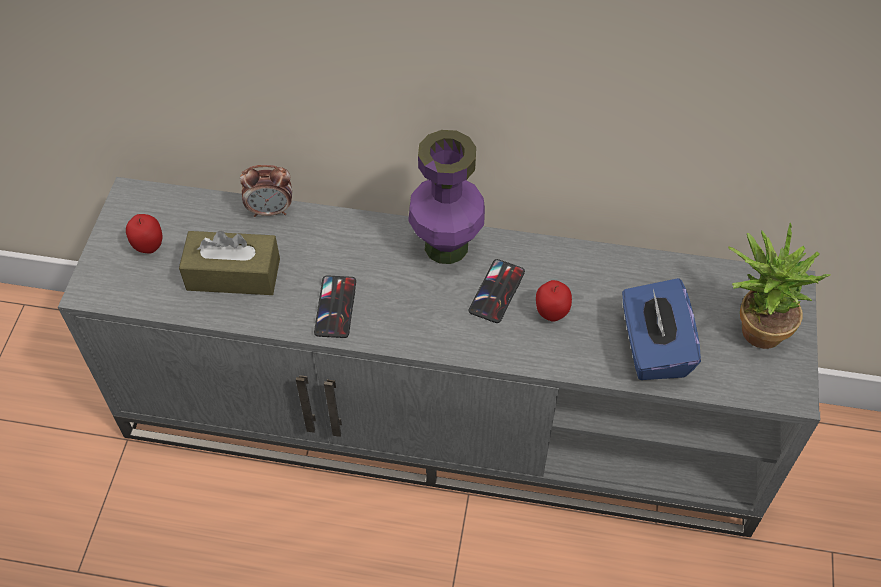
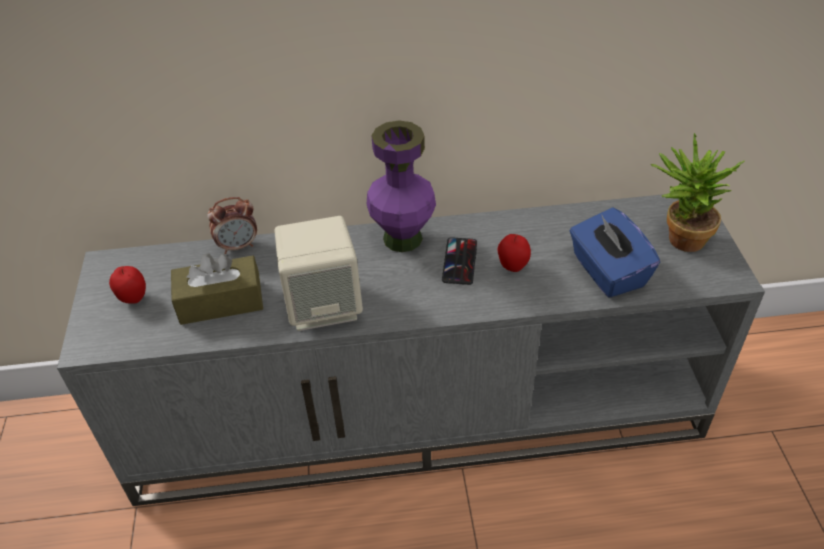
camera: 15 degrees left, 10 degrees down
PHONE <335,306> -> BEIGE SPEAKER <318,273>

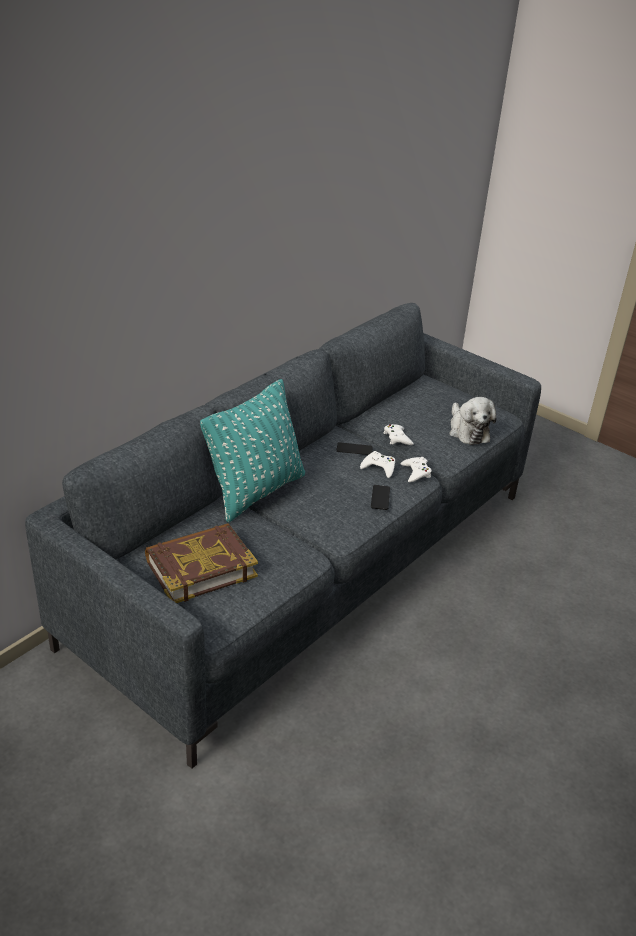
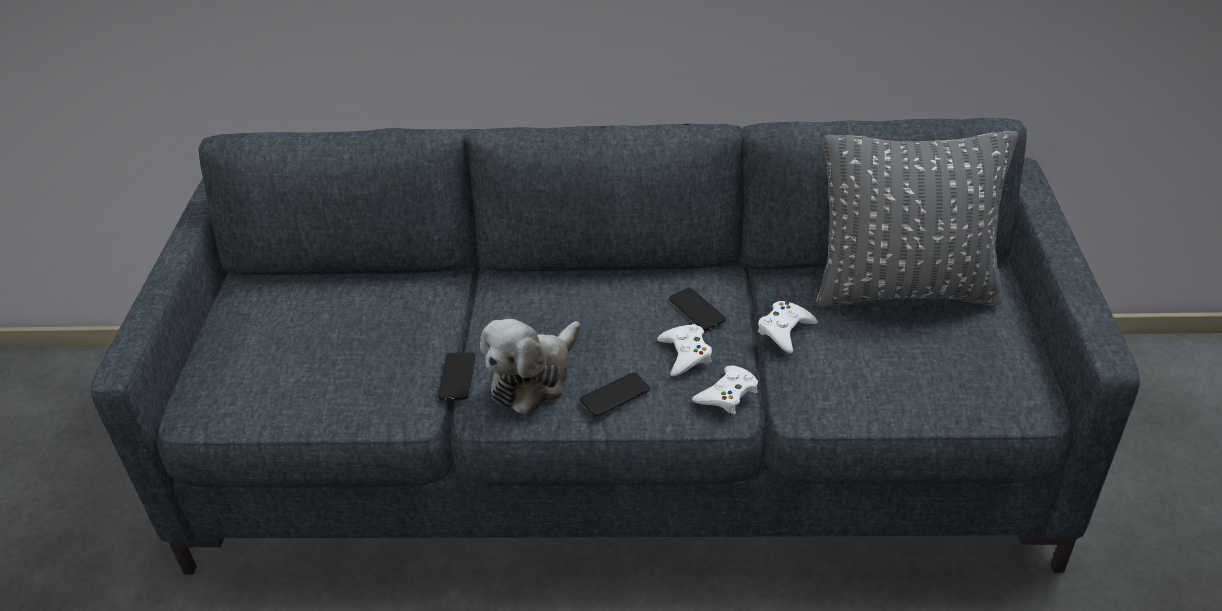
camera: 55 degrees right, 5 degrees up
none -> PHONE <456,376>
PLUSH TOY <472,421> -> PLUSH TOY <530,367>, shifted
none -> GREY PILLOW <916,219>
BOOK <201,563> -> none
TURQUOISE PILLOW <252,450> -> none

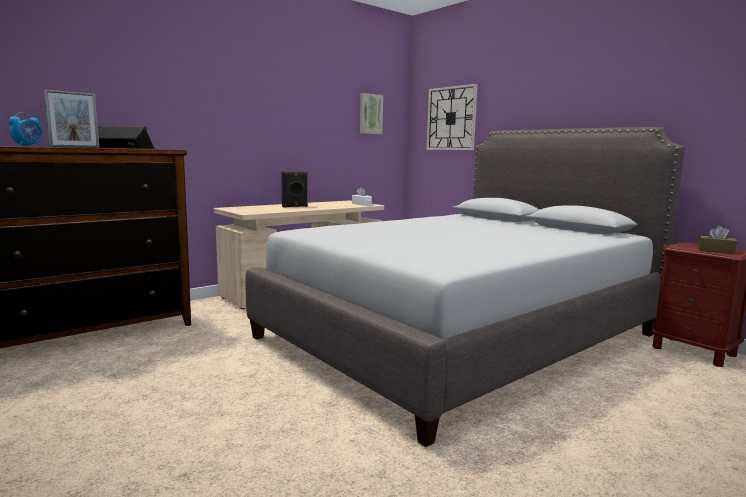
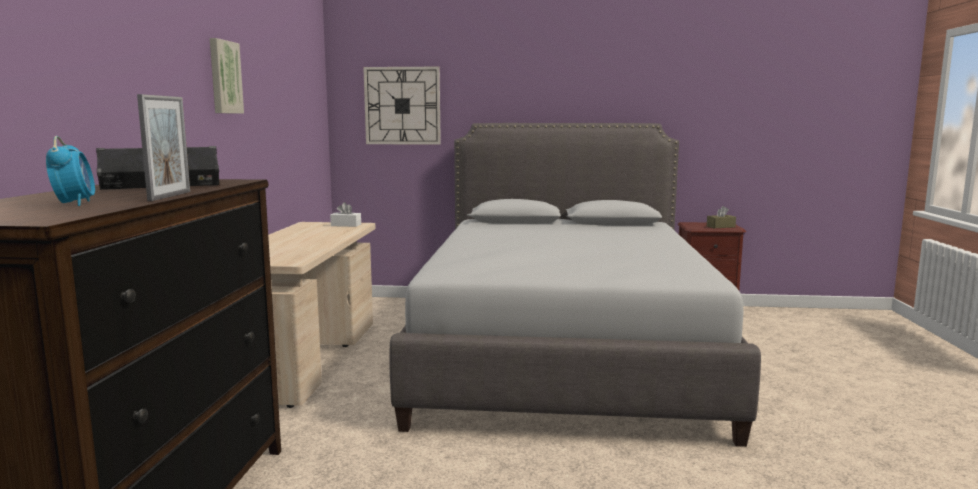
camera: 45 degrees left, 0 degrees up
PICTURE <371,113> -> PICTURE <227,76>, shifted
BLACK SPEAKER <294,189> -> none

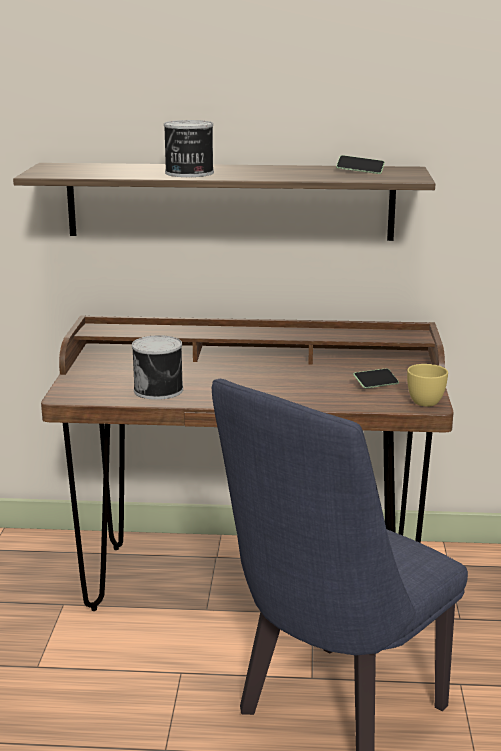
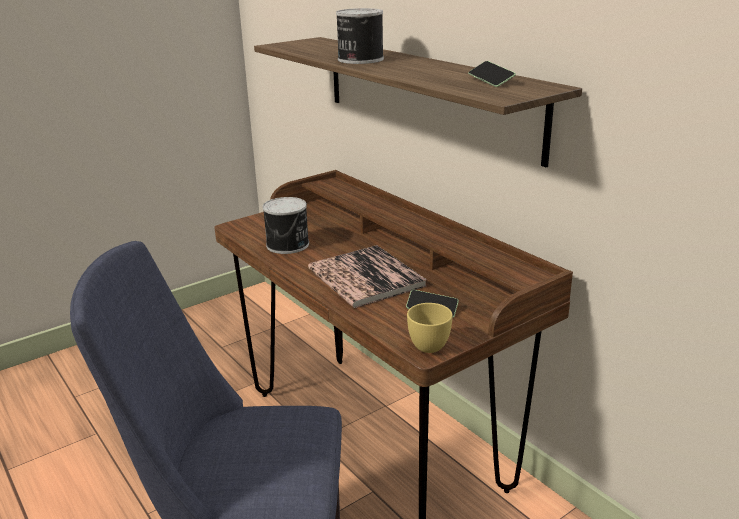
camera: 50 degrees right, 5 degrees up
none -> BOOK <367,276>

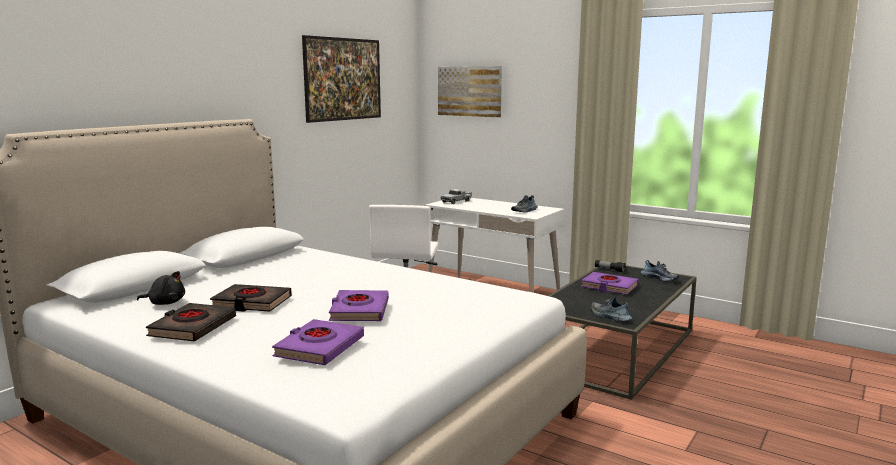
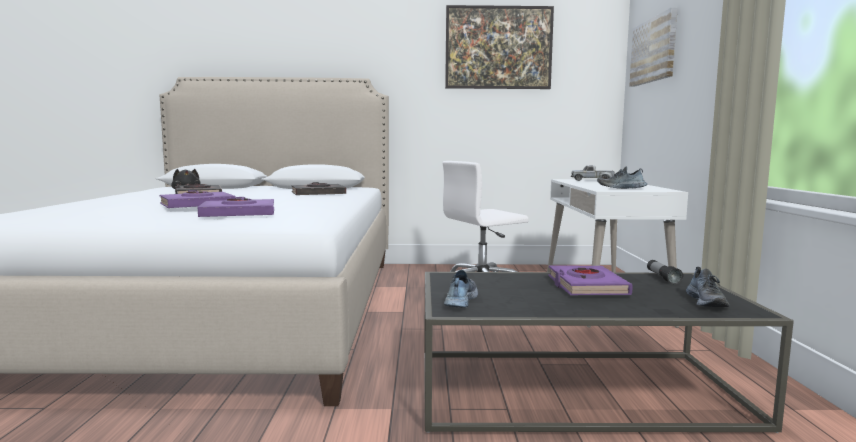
camera: 55 degrees right, 5 degrees down
PURPLE BOOK <318,342> -> PURPLE BOOK <235,207>, shifted
BLACK BOOK <191,322> -> BLACK BOOK <318,188>, shifted

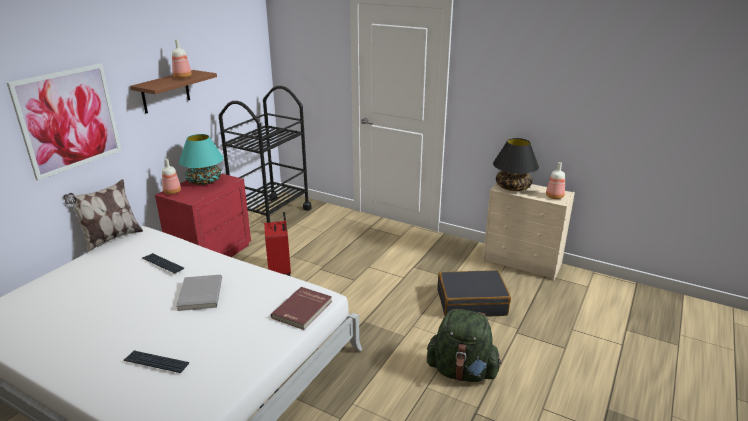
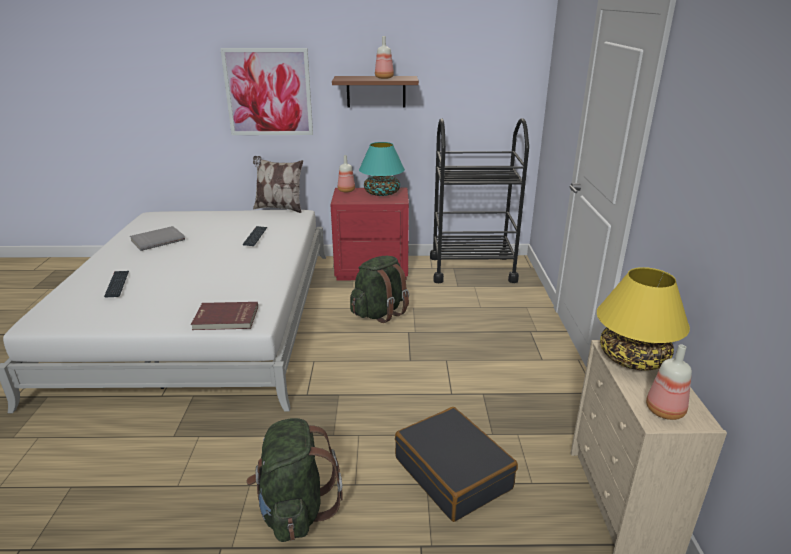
camera: 60 degrees right, 0 degrees up
GREY BOOK <199,293> -> GREY BOOK <157,238>, shifted
RED SUITCASE <277,244> -> GREEN BACKPACK <379,289>
BLACK TABLE LAMP <516,164> -> YELLOW TABLE LAMP <643,318>

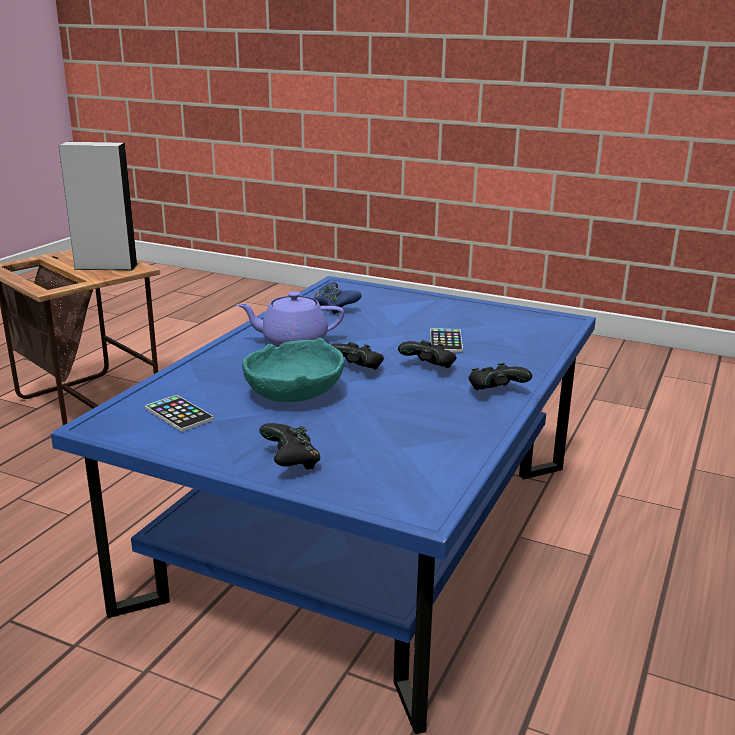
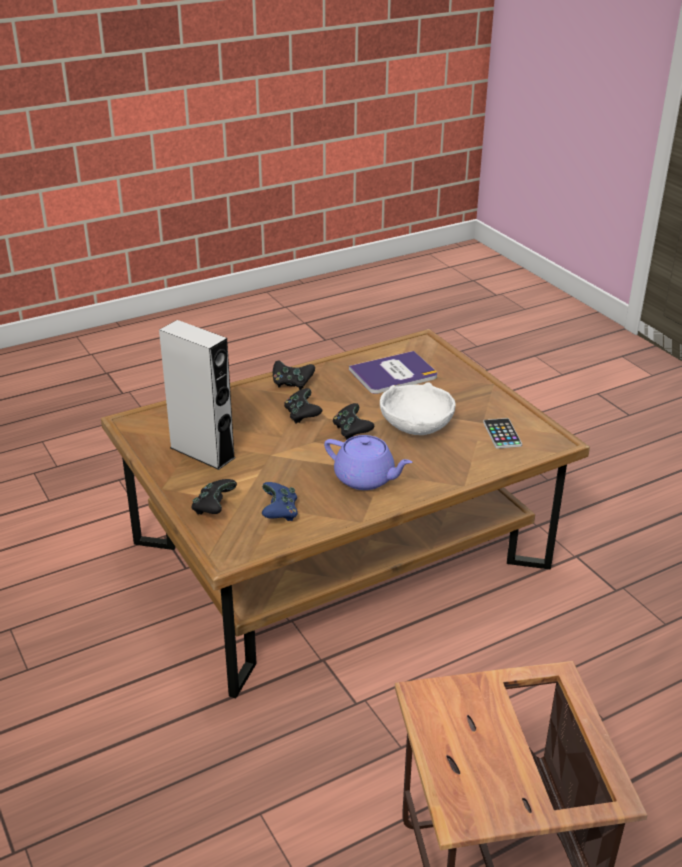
camera: 145 degrees left, 10 degrees up
BLUE COFFEE TABLE <323,505> -> BROWN COFFEE TABLE <345,514>
GREY SPEAKER <98,206> -> GREY SPEAKER <197,395>, shifted
BLACK GAME CONTROLLER <289,446> -> BLACK GAME CONTROLLER <214,497>, shifted
none -> BOOK <393,372>
TURQUOISE BOWL <293,370> -> WHITE BOWL <418,408>
PHONE <446,340> -> none

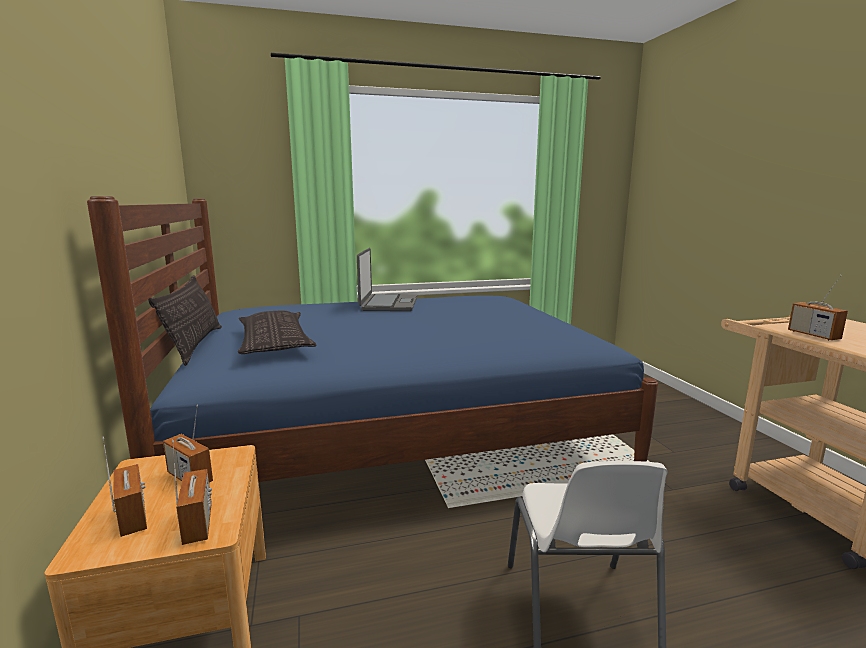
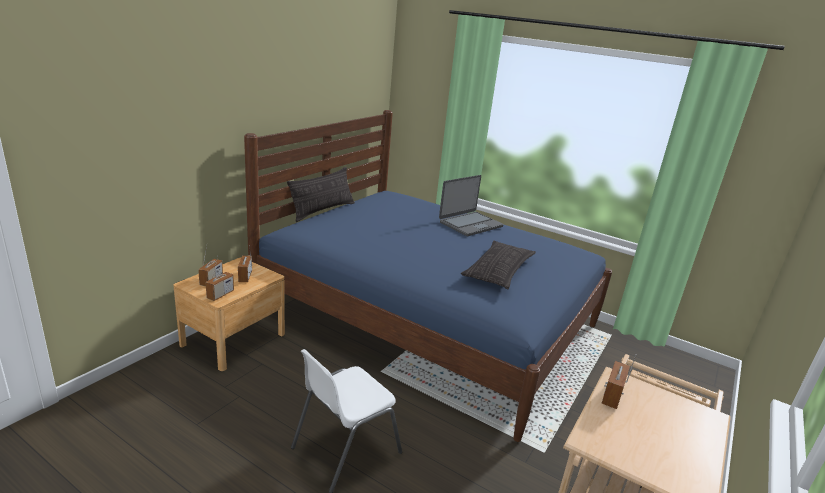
camera: 45 degrees right, 10 degrees up
PILLOW <277,332> -> PILLOW <498,265>, shifted

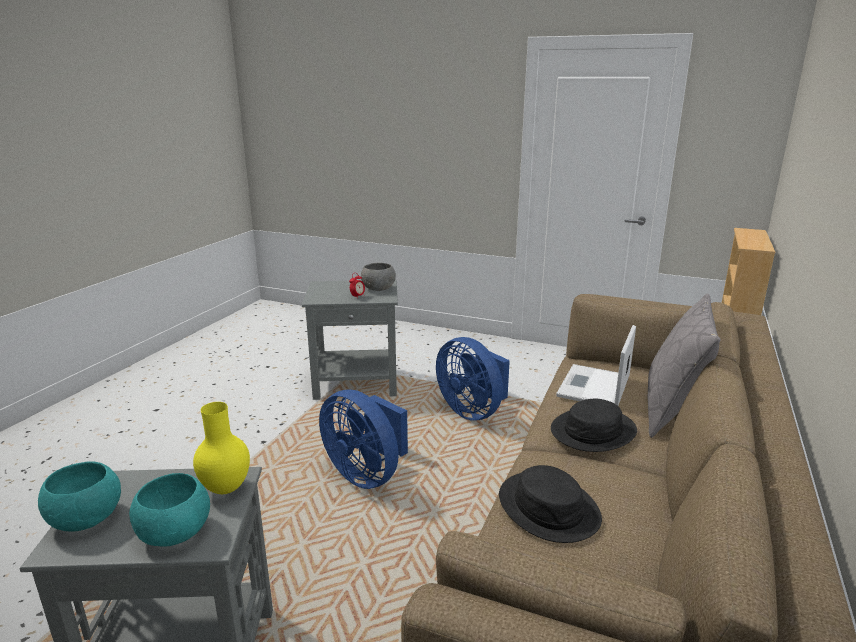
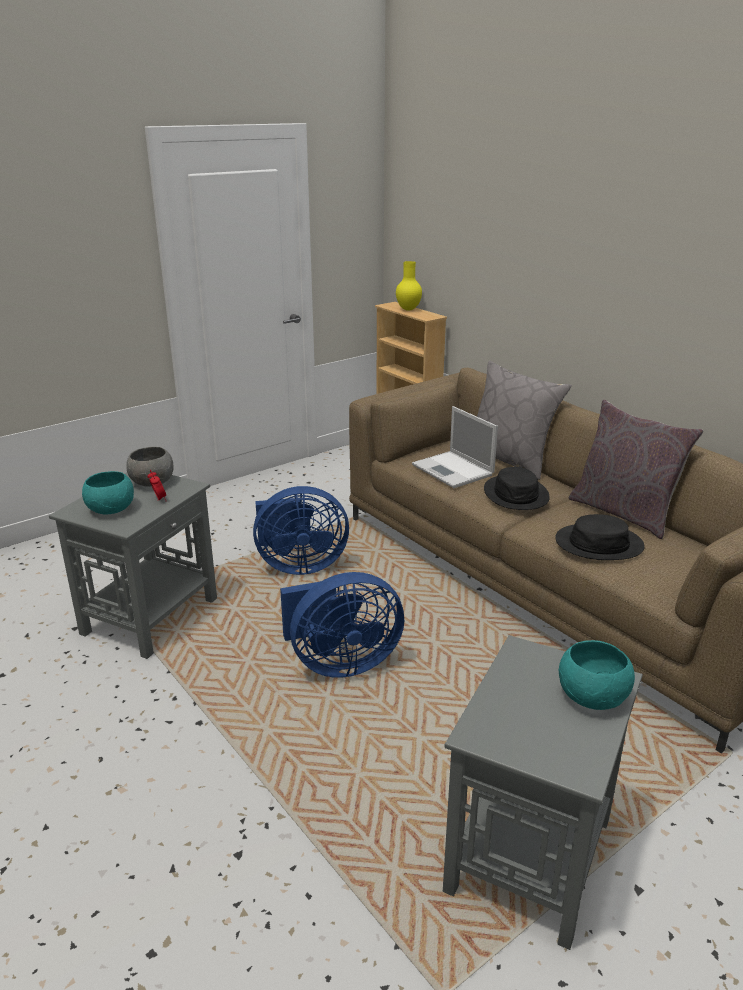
camera: 60 degrees left, 5 degrees up
TURQUOISE BOWL <79,496> -> TURQUOISE BOWL <108,493>, shifted
YELLOW VASE <221,448> -> YELLOW VASE <409,286>, shifted
none -> GREY PILLOW <636,469>

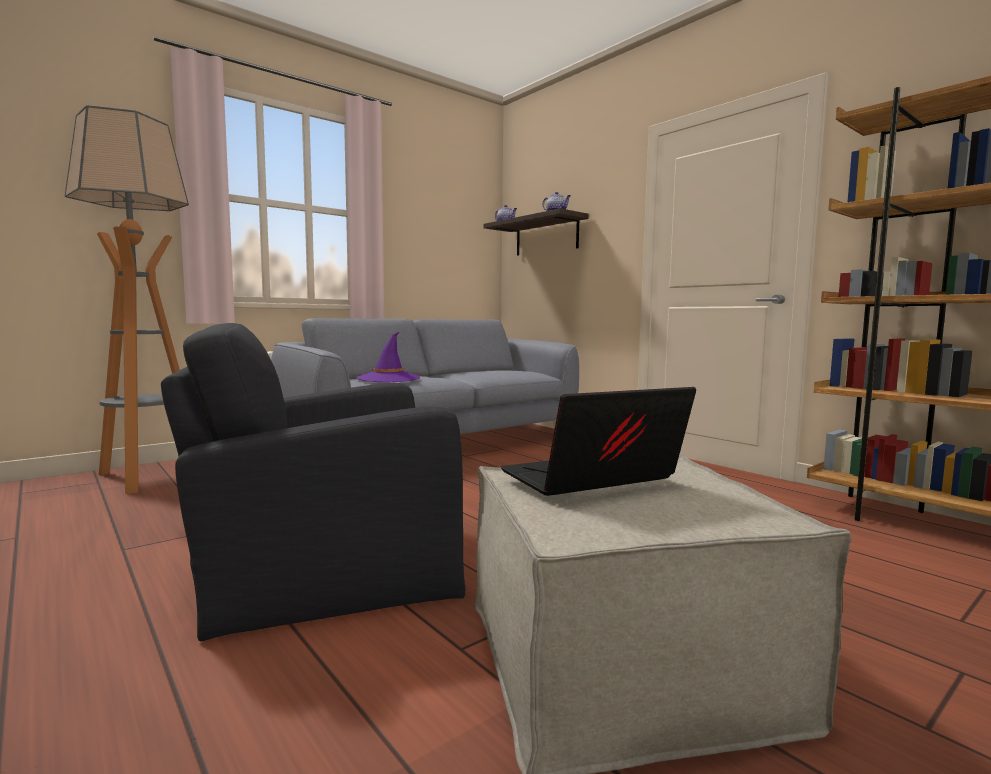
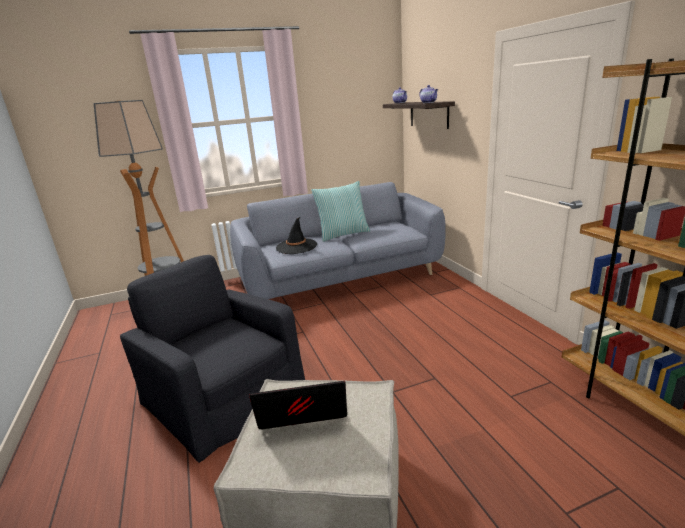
camera: 20 degrees right, 15 degrees up
BLACK ARMCHAIR <313,482> -> BLACK ARMCHAIR <212,359>, 45 degrees clockwise
PURPLE HAT <388,357> -> BLACK HAT <296,235>
none -> PILLOW <340,211>

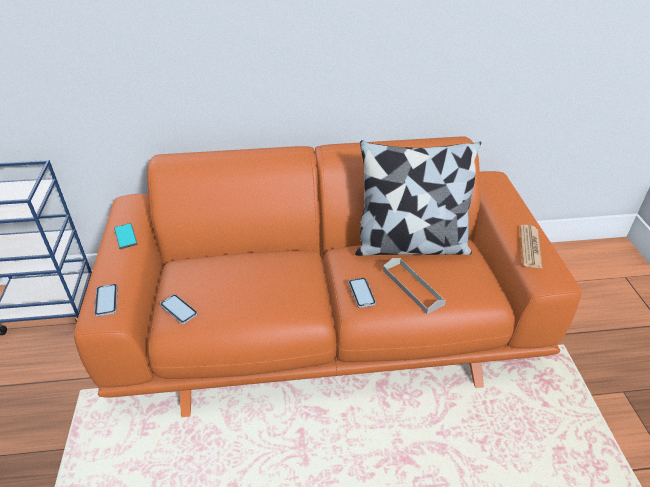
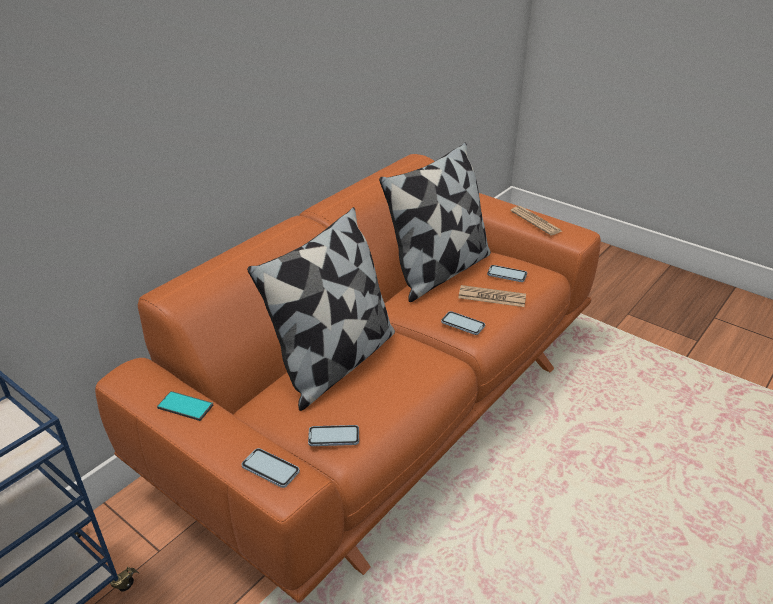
camera: 45 degrees left, 5 degrees down
none -> PILLOW <321,309>
GREY TRAY <414,286> -> NEWSPAPER <492,296>
none -> PHONE <507,273>

